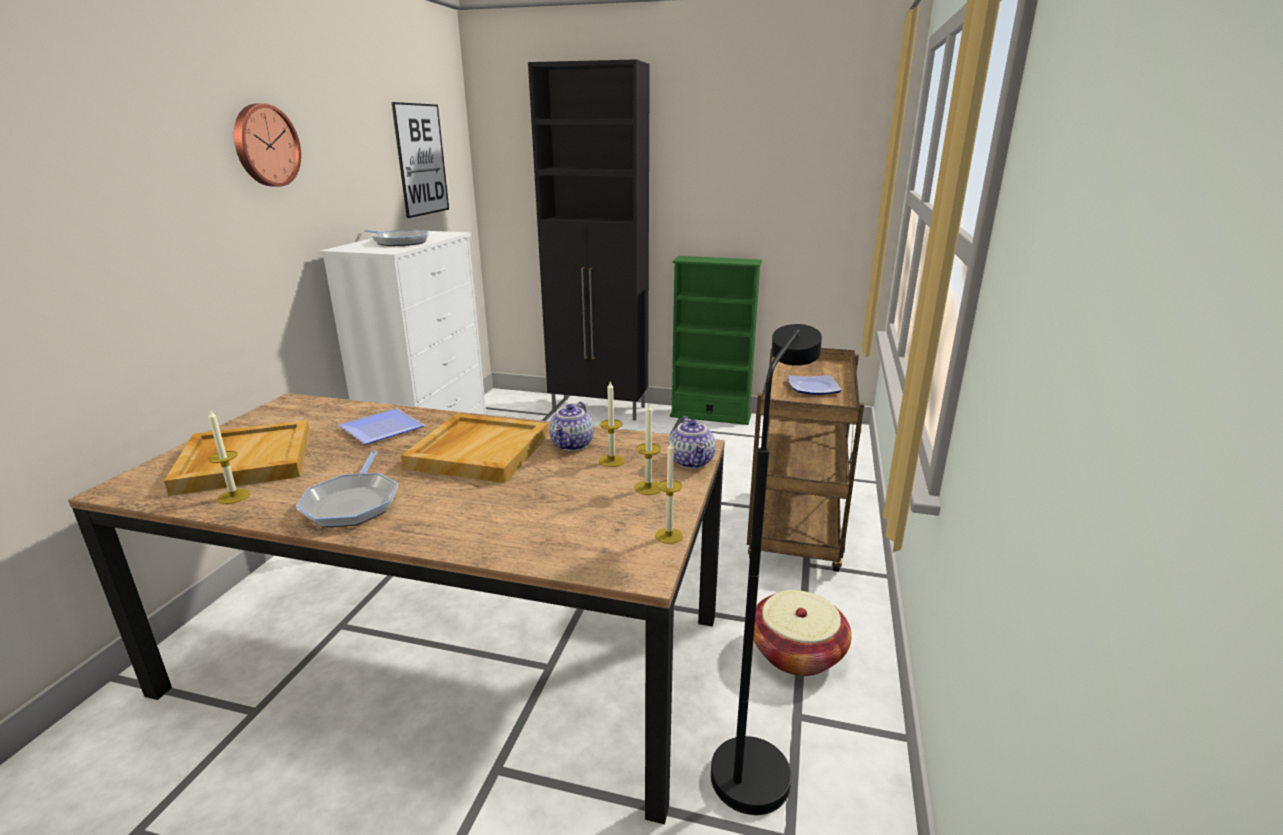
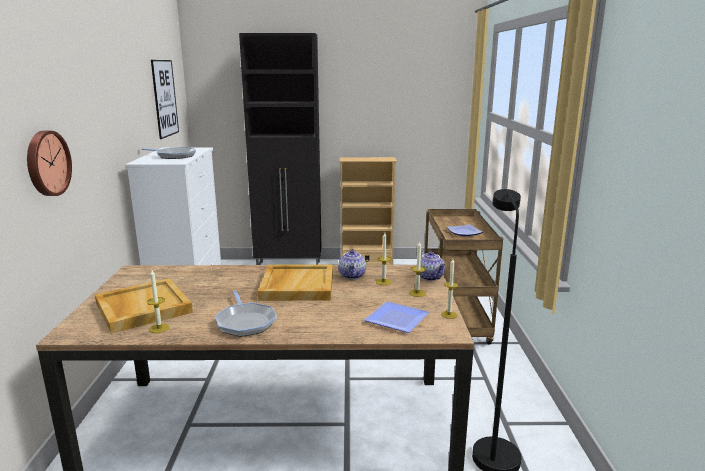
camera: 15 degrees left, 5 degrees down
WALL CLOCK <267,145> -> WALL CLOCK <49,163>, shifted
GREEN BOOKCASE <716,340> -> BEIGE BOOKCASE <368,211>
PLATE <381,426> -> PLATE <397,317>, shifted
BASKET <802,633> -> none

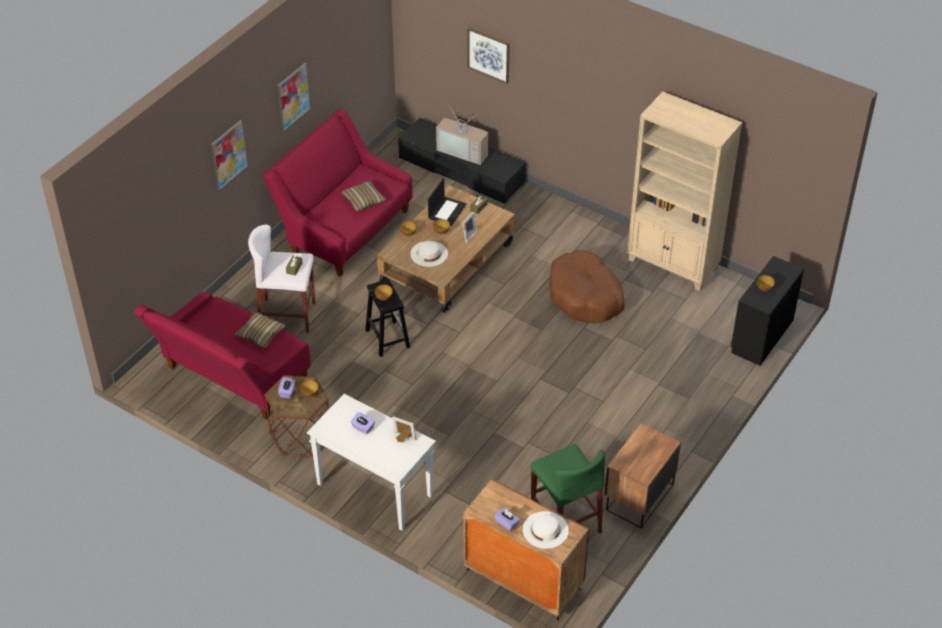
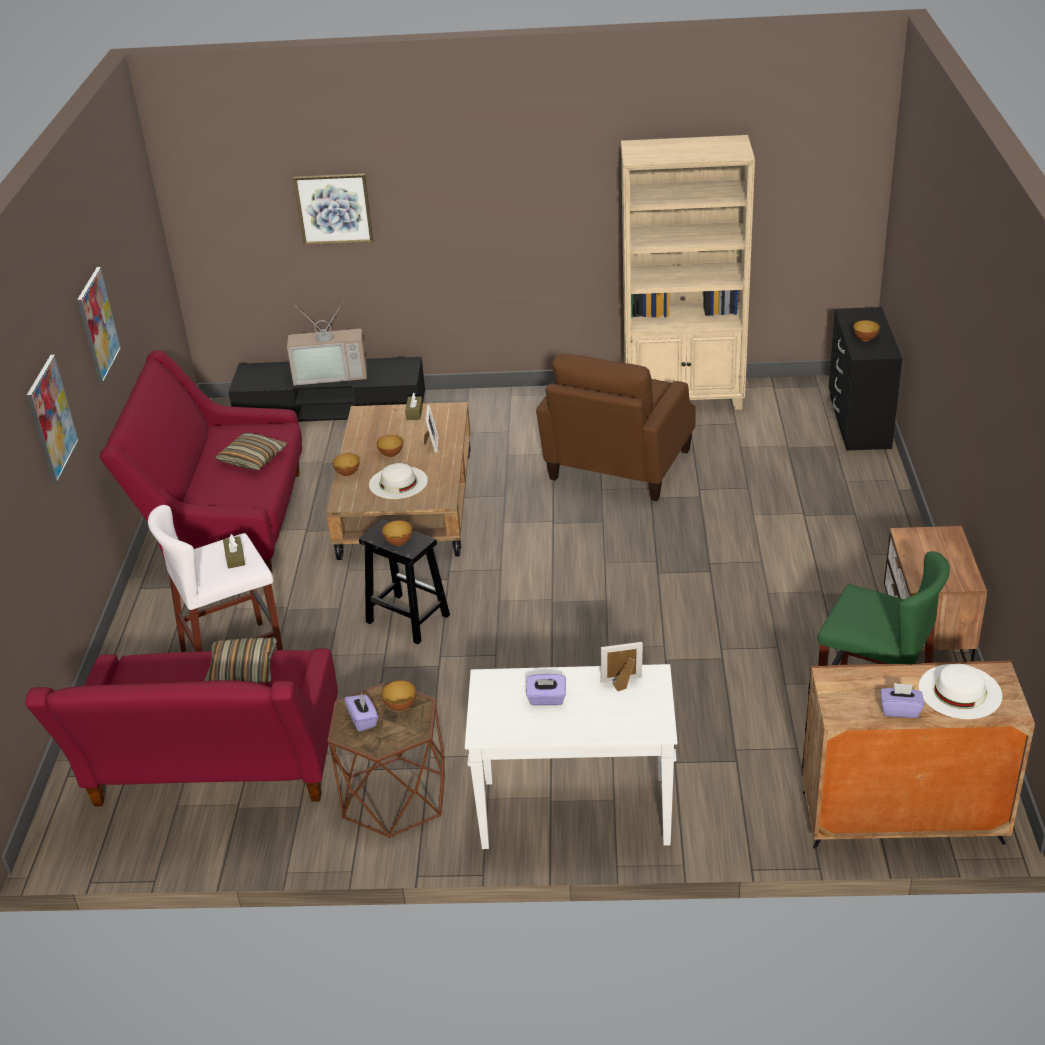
camera: 30 degrees left, 10 degrees down
BROWN DOG BED <586,287> -> BROWN ARMCHAIR <616,427>
LAPTOP <447,202> -> none

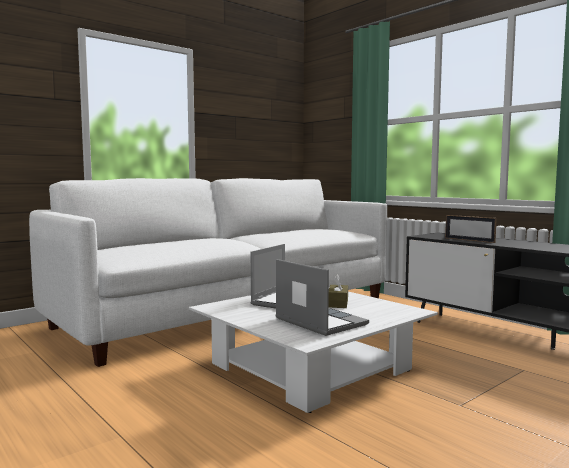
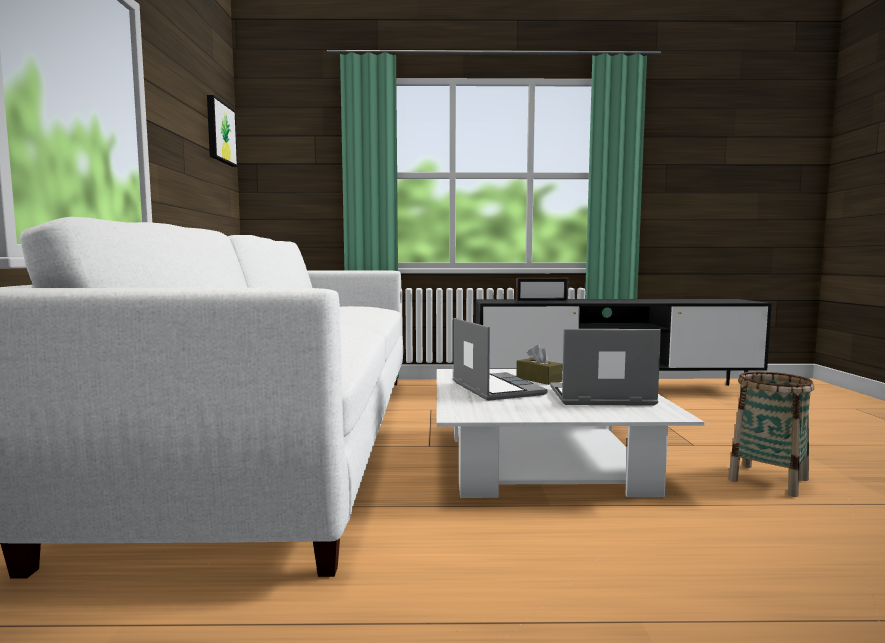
camera: 50 degrees left, 0 degrees up
none -> PICTURE <222,131>
none -> BASKET <771,434>

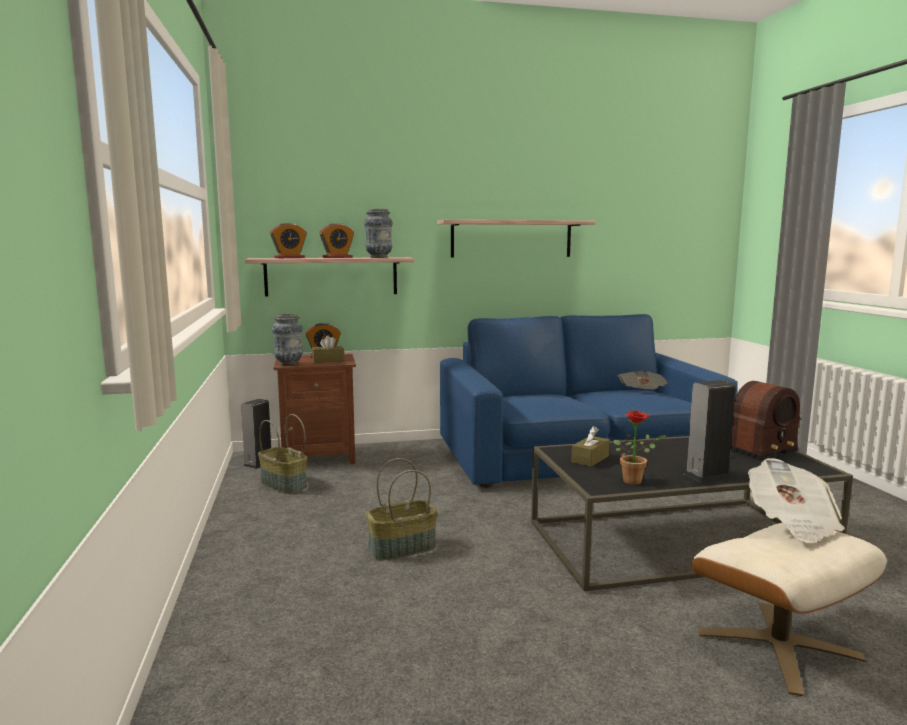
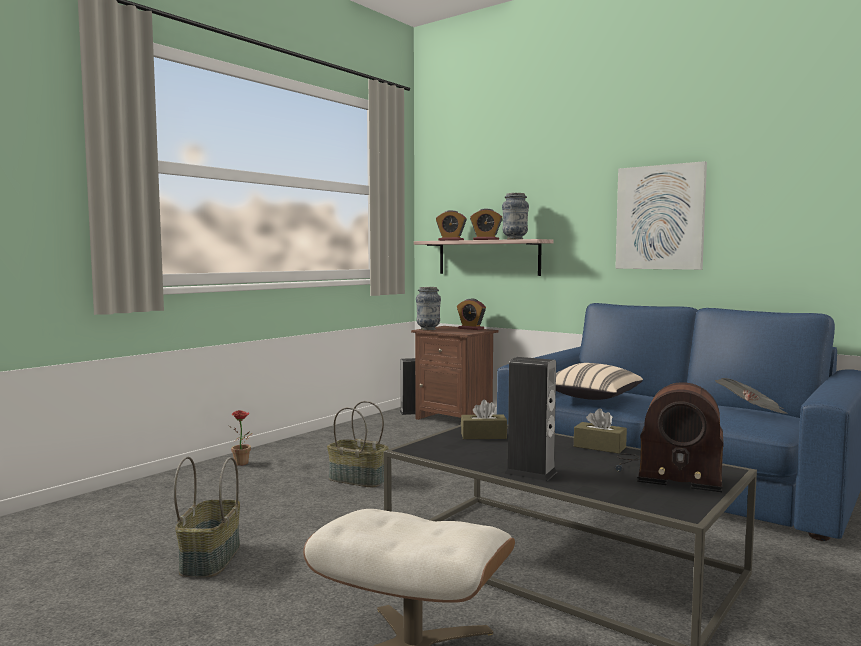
camera: 50 degrees right, 5 degrees down
BASKET <282,454> -> BASKET <207,517>, shifted
POTTED PLANT <640,447> -> POTTED PLANT <240,438>, shifted
none -> BEIGE PILLOW <599,381>
BROWN TISSUE BOX <328,349> -> BROWN TISSUE BOX <600,431>, shifted
SHELF <517,238> -> PICTURE <661,215>
NEWSPAPER <796,500> -> none

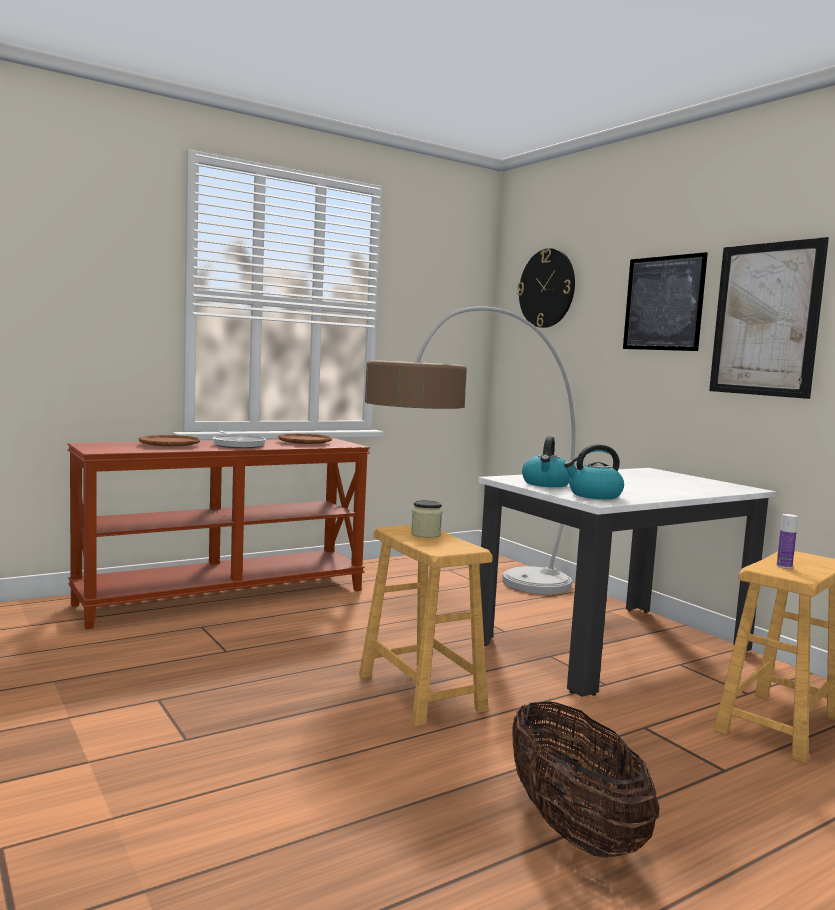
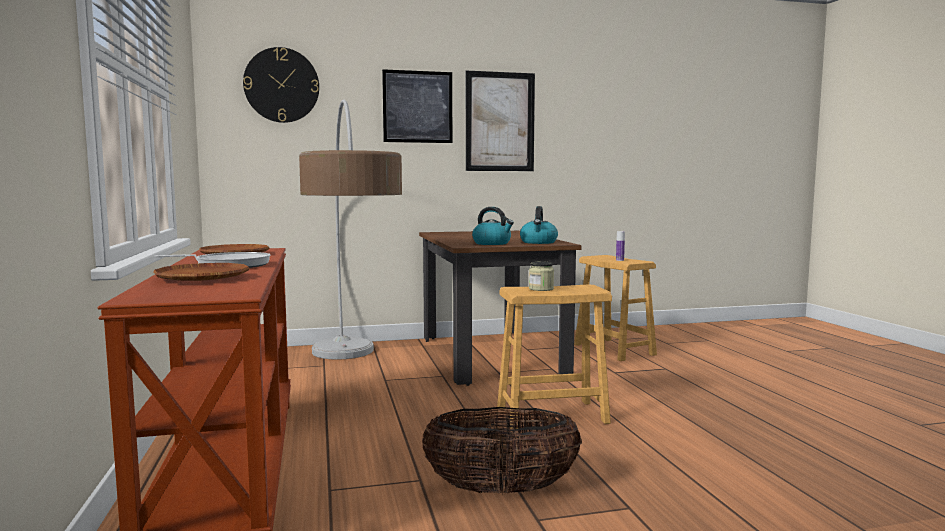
camera: 70 degrees left, 0 degrees up
WHITE DINING TABLE <627,582> -> BROWN DINING TABLE <500,308>
BASKET <586,779> -> BASKET <502,450>, shifted

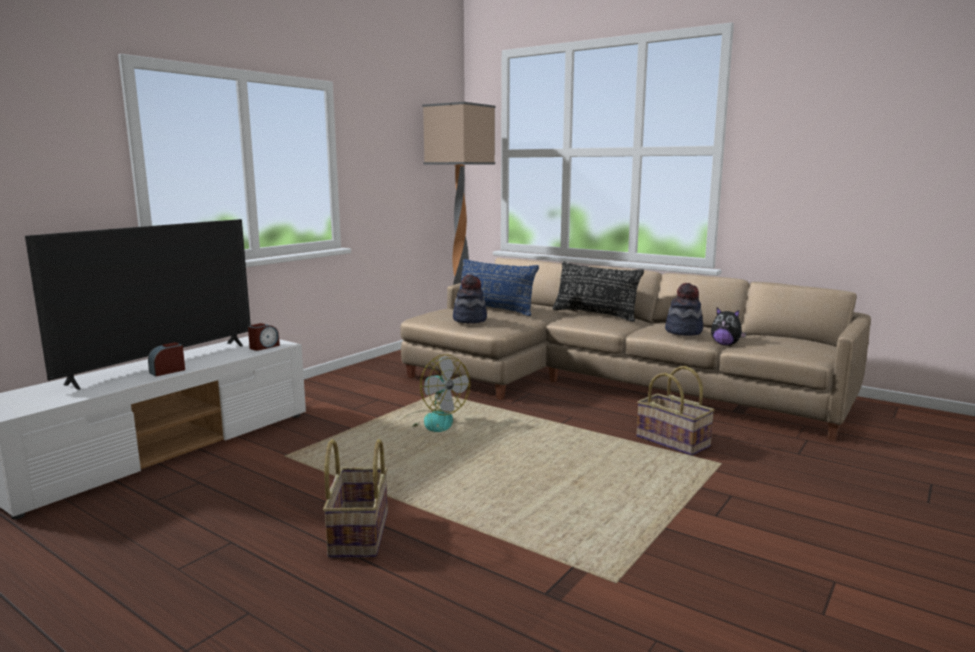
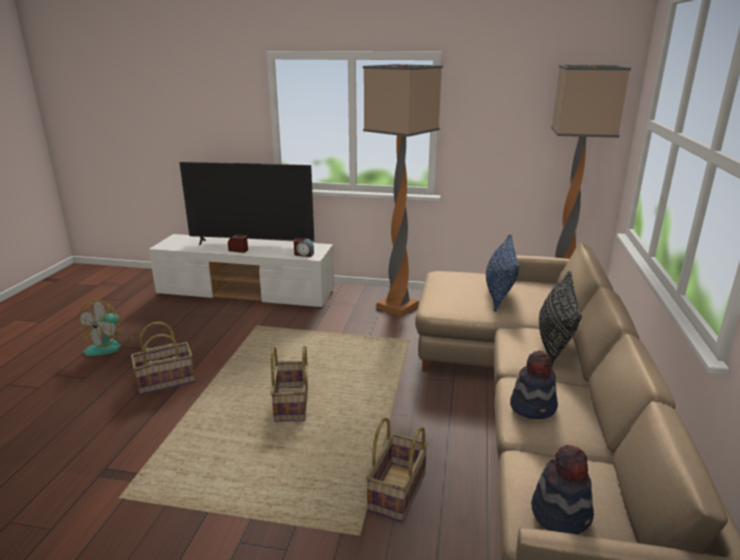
camera: 65 degrees right, 10 degrees up
FAN <437,393> -> FAN <105,328>, shifted
none -> BASKET <289,383>
none -> FLOOR LAMP <403,190>
HAT <470,299> -> HAT <562,489>, shifted
PLUSH TOY <728,327> -> none

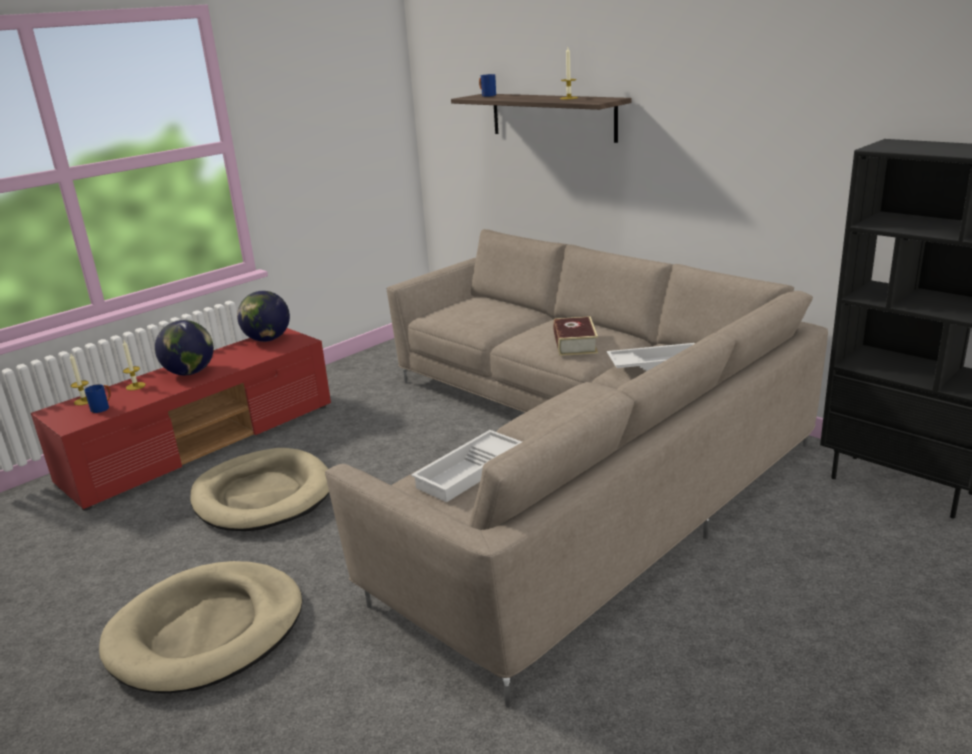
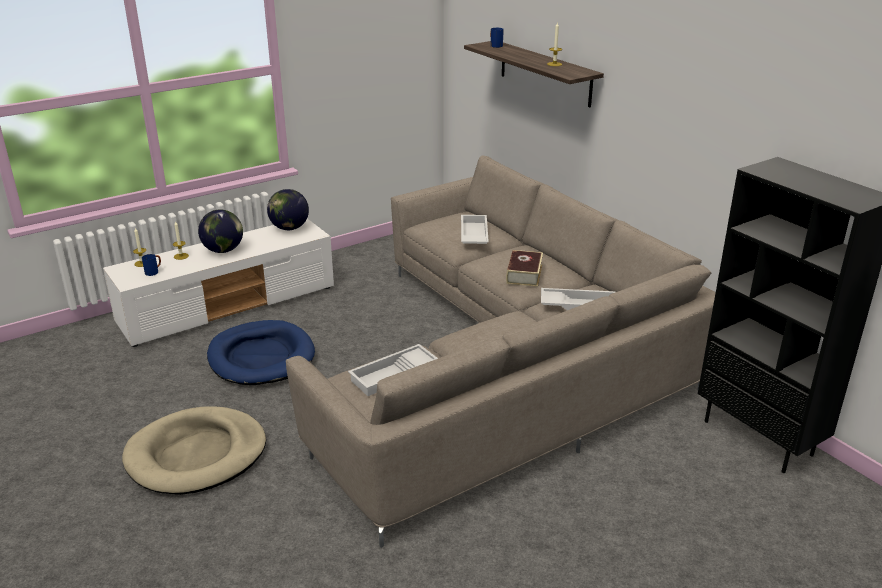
camera: 10 degrees right, 5 degrees up
RED TV STAND <181,419> -> WHITE TV STAND <218,283>
BEIGE DOG BED <259,489> -> BLUE DOG BED <261,352>
none -> WHITE TRAY <475,229>

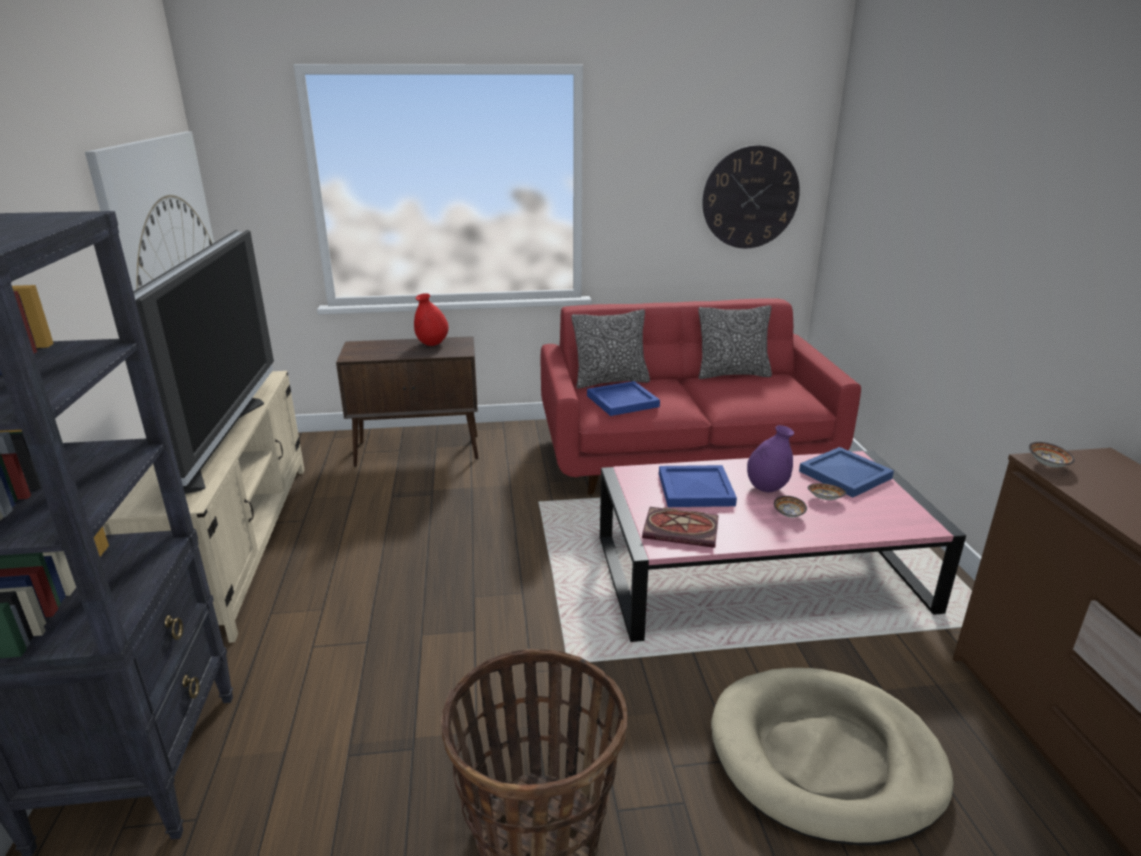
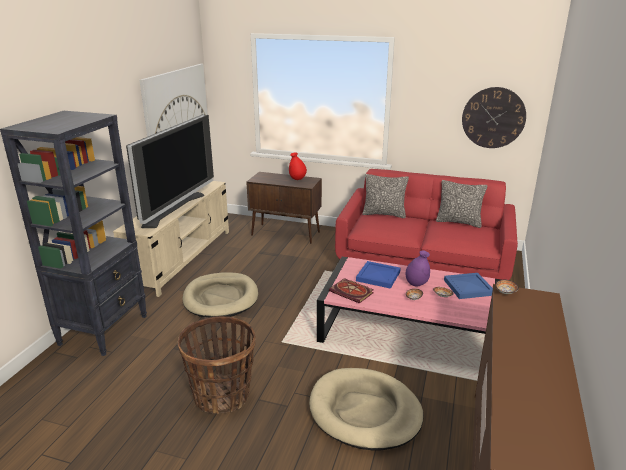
camera: 25 degrees right, 0 degrees up
none -> BEIGE DOG BED <220,294>
BLUE TRAY <623,398> -> none

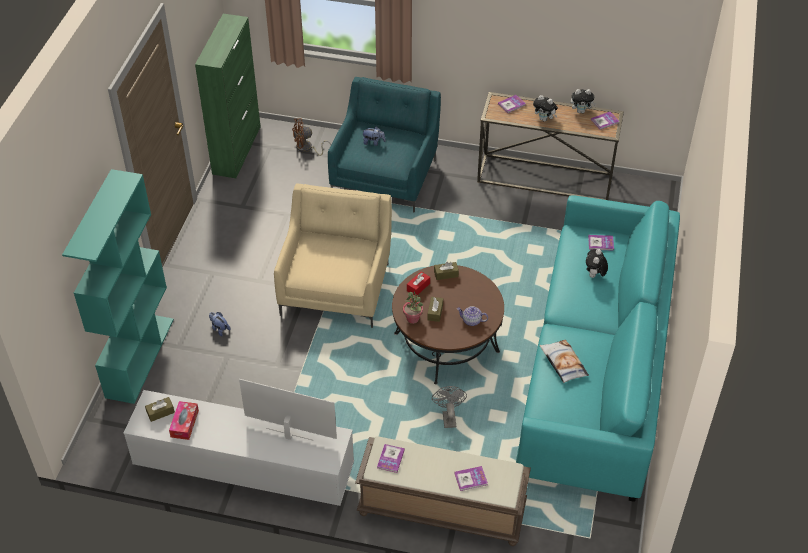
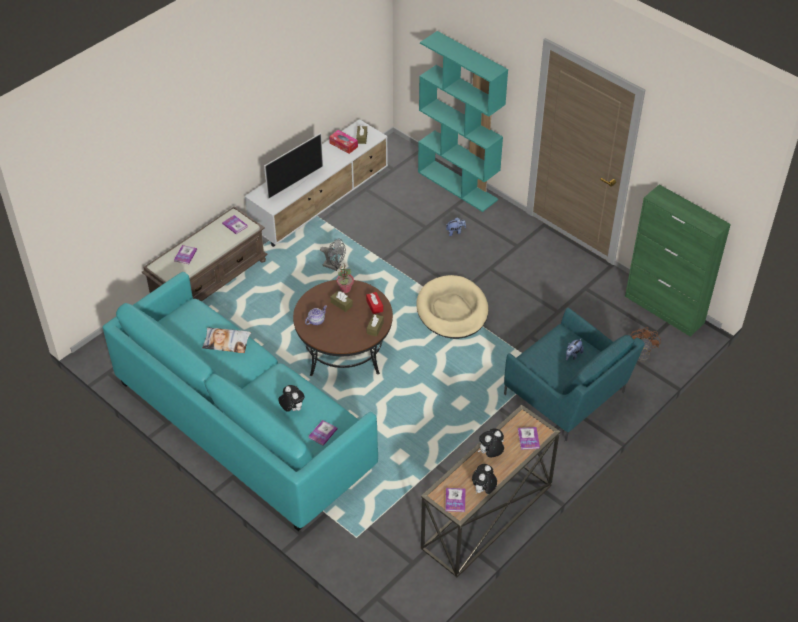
camera: 120 degrees right, 0 degrees up
GREY FAN <449,407> -> GREY FAN <333,254>, shifted
BEIGE ARMCHAIR <333,256> -> BEIGE DOG BED <452,307>

